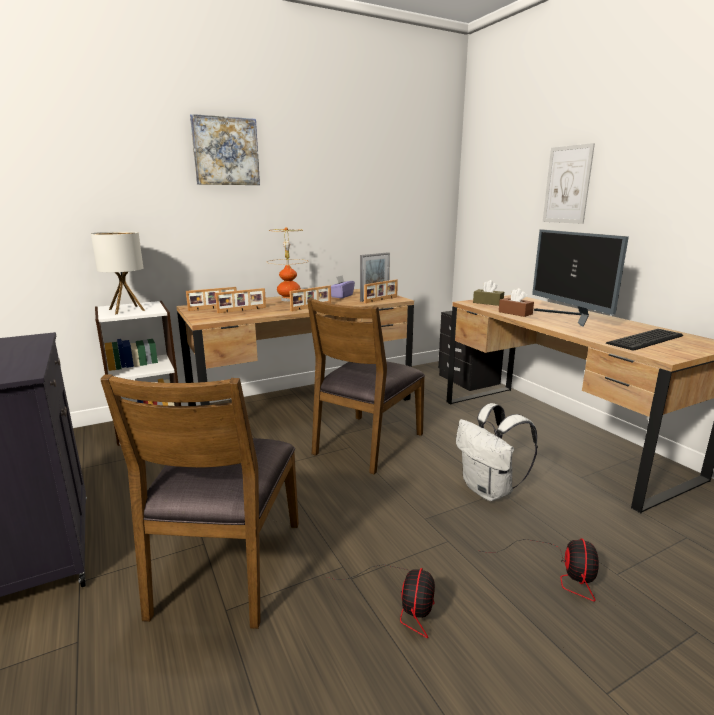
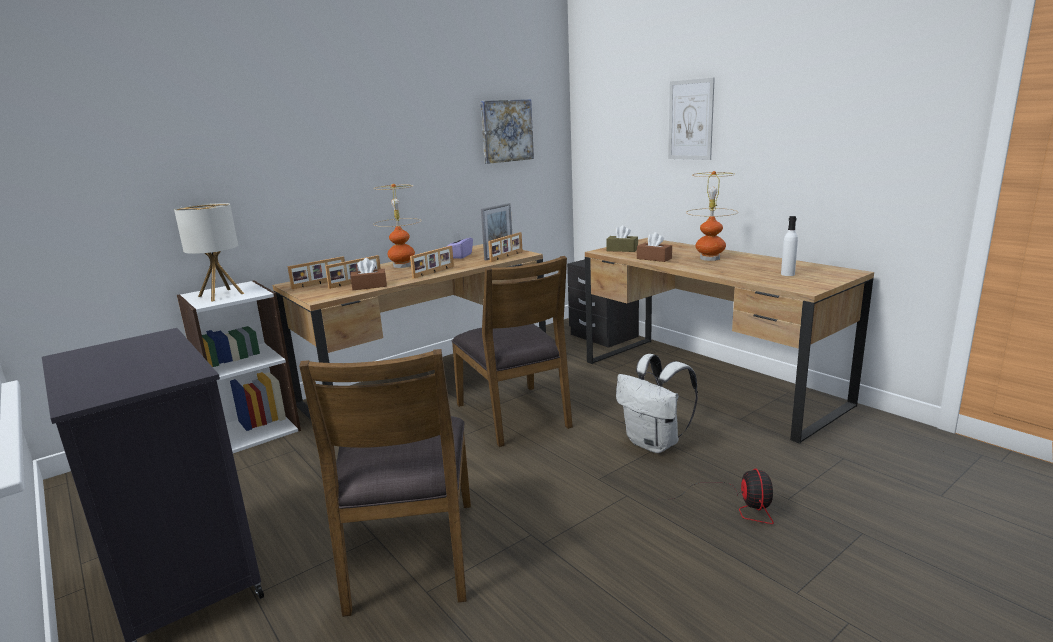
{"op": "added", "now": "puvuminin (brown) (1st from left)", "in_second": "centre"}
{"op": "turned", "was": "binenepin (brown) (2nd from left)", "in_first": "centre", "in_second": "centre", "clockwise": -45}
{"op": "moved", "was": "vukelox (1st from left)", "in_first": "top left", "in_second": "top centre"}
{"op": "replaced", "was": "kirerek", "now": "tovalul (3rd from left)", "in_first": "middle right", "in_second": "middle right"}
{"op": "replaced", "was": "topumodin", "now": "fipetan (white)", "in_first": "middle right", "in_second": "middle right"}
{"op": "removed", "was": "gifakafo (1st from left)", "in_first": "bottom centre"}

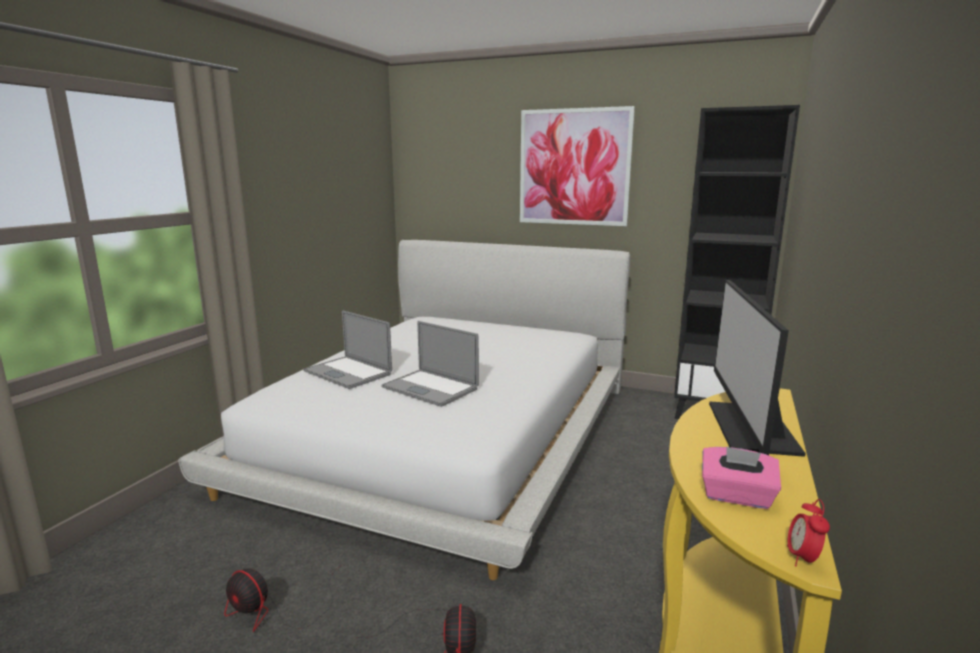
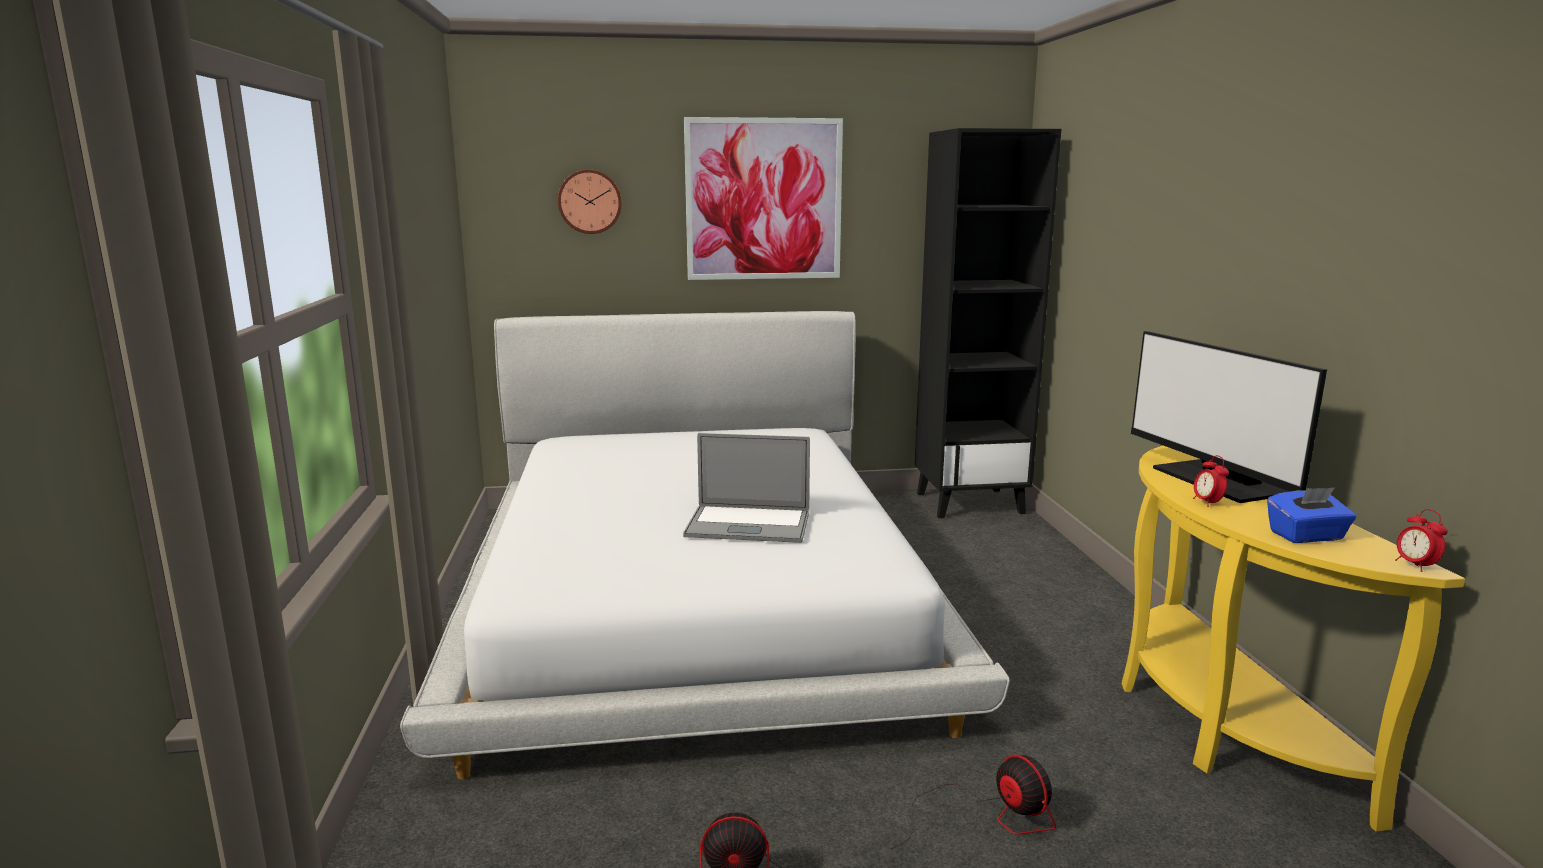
{"op": "added", "now": "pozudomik", "in_second": "top centre"}
{"op": "added", "now": "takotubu (1st from left)", "in_second": "middle right"}
{"op": "recoloured", "was": "puvuminin (pink)", "now": "puvuminin (blue)", "in_first": "bottom right", "in_second": "middle right"}
{"op": "removed", "was": "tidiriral (1st from left)", "in_first": "centre"}

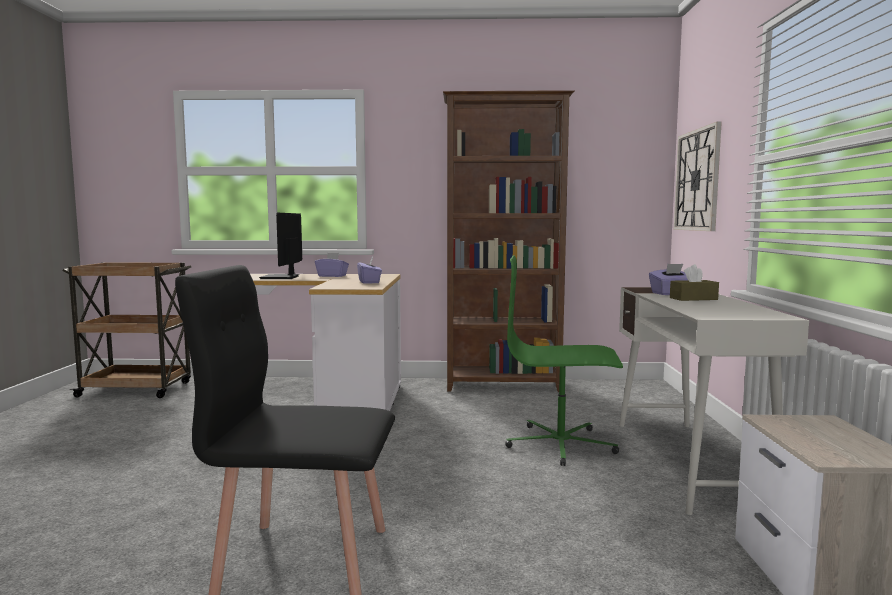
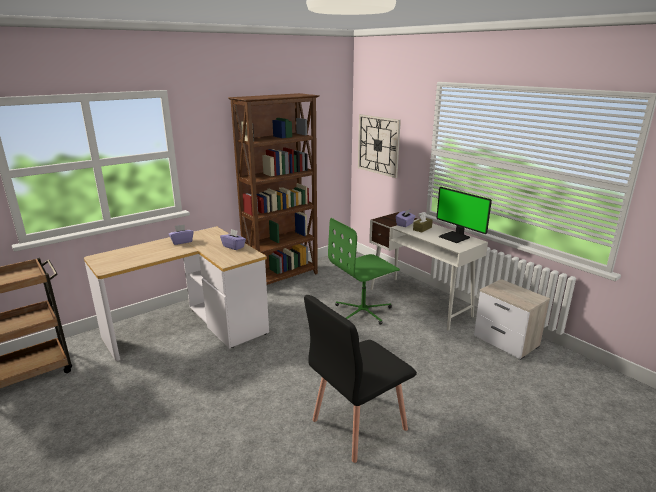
{"op": "moved", "was": "kirerek", "in_first": "middle left", "in_second": "middle right"}

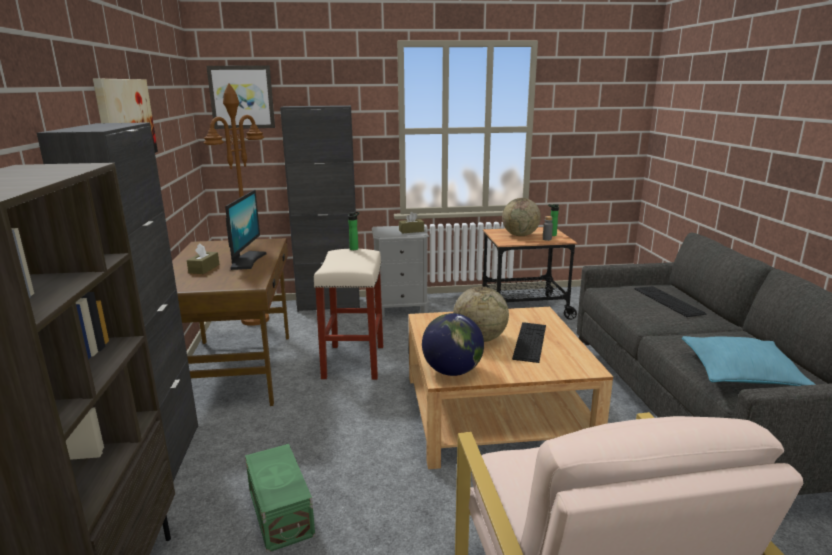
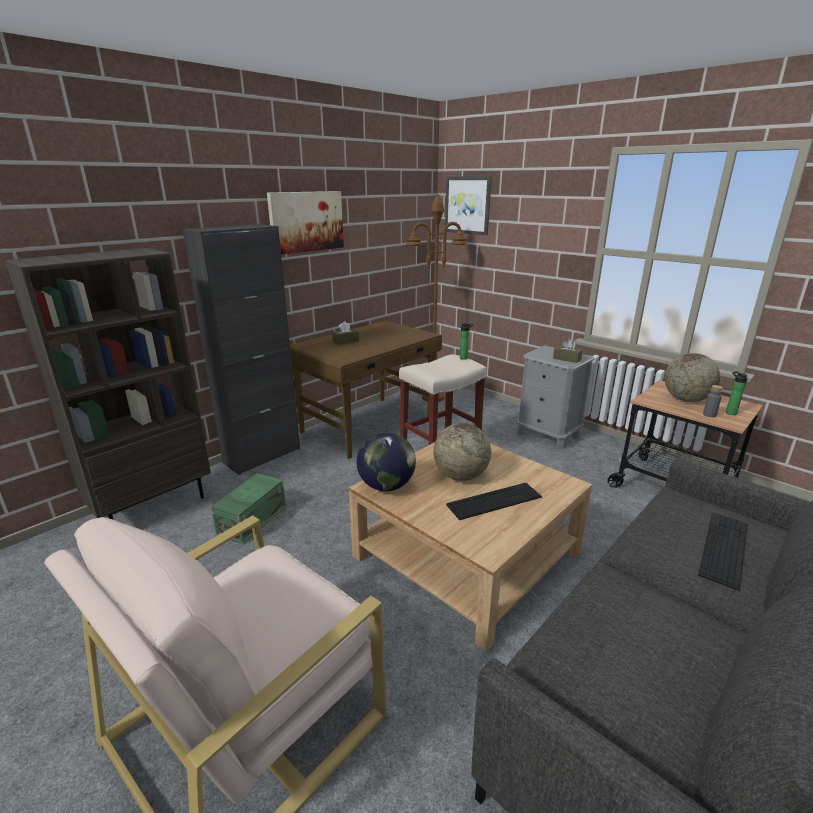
{"op": "removed", "was": "kirerek", "in_first": "middle left"}
{"op": "removed", "was": "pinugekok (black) (2nd from left)", "in_first": "centre"}
{"op": "removed", "was": "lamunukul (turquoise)", "in_first": "middle right"}

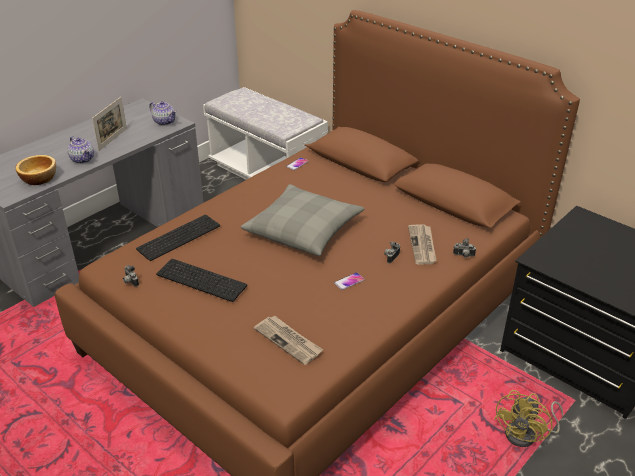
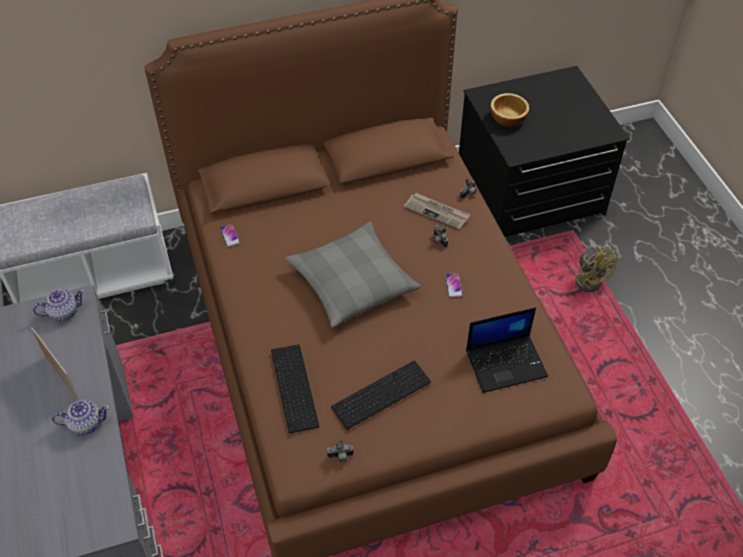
{"op": "replaced", "was": "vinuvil (1st from left)", "now": "tidiriral", "in_first": "bottom centre", "in_second": "middle right"}
{"op": "moved", "was": "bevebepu", "in_first": "middle left", "in_second": "top right"}

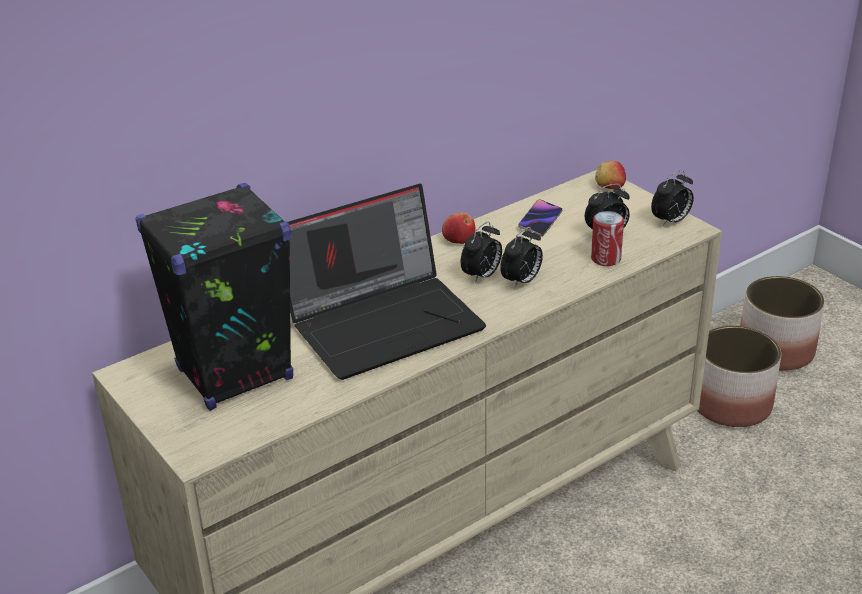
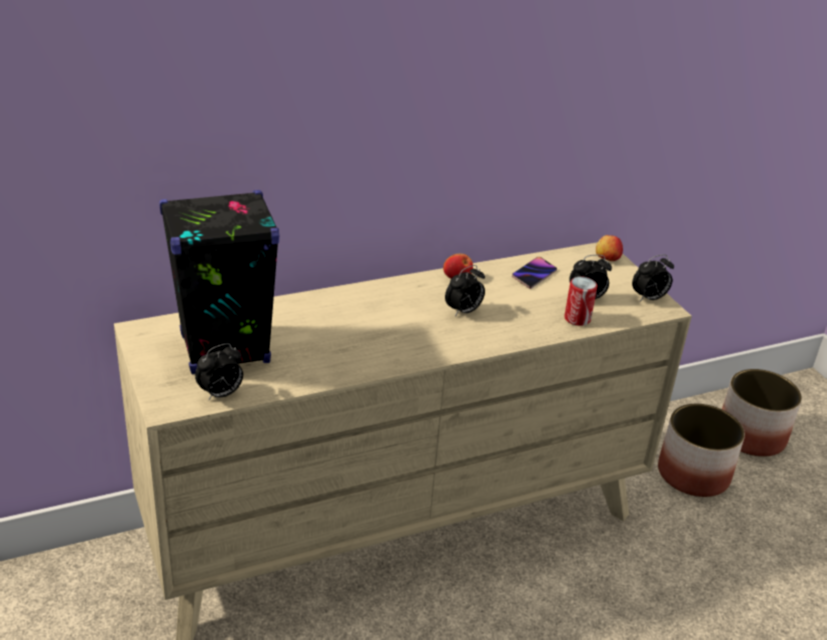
{"op": "moved", "was": "takotubu (2nd from left in the first image)", "now": "takotubu (1st from left)", "in_first": "centre", "in_second": "middle left"}
{"op": "removed", "was": "tidiriral", "in_first": "centre"}

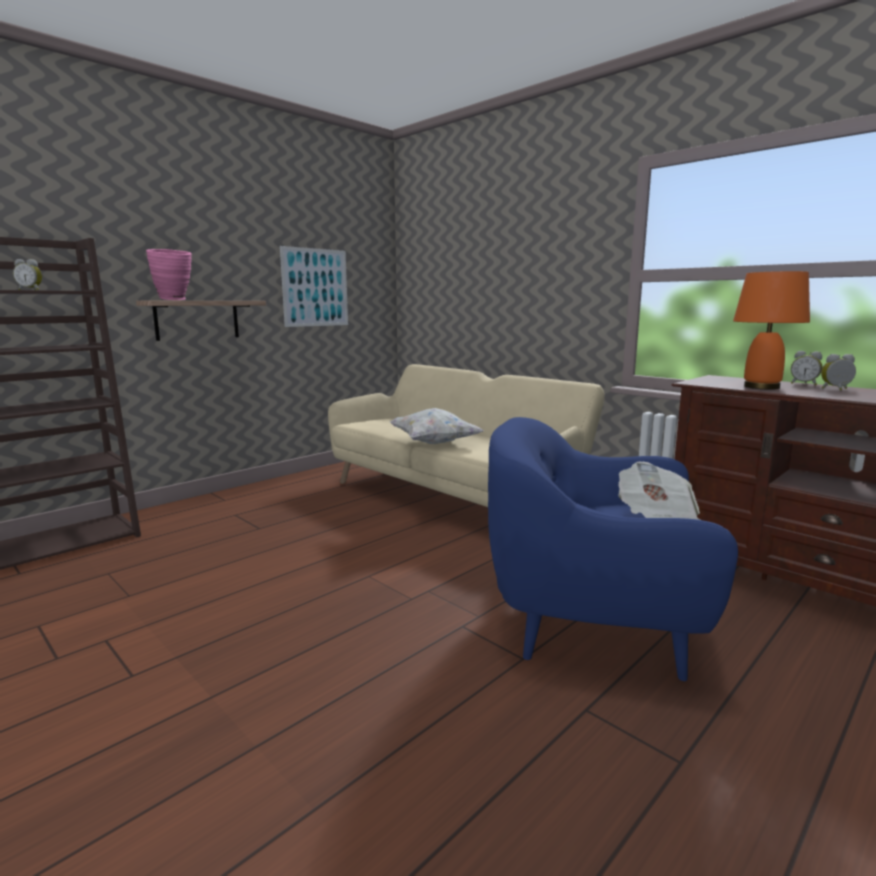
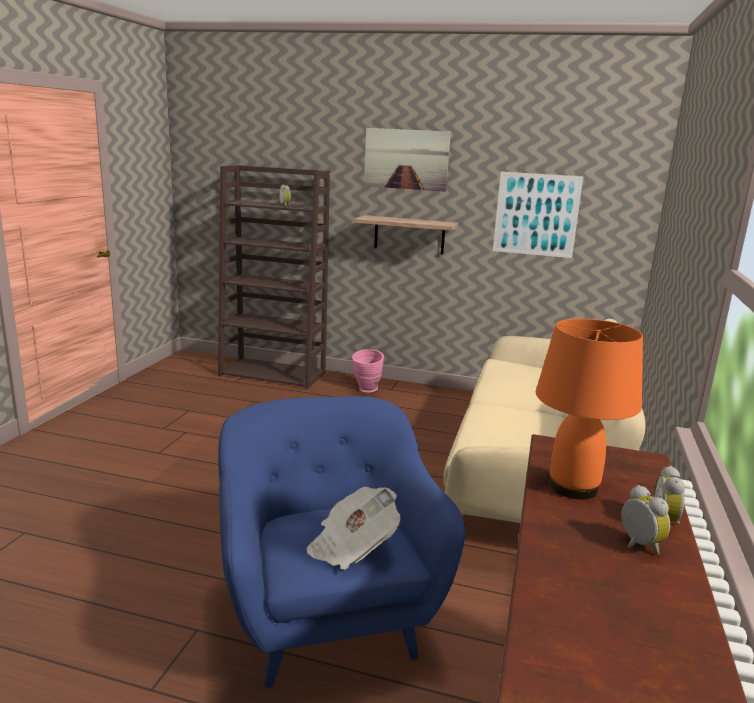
{"op": "moved", "was": "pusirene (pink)", "in_first": "top left", "in_second": "centre"}
{"op": "added", "now": "vukelox (1st from left)", "in_second": "top centre"}
{"op": "removed", "was": "lamunukul (white)", "in_first": "centre"}

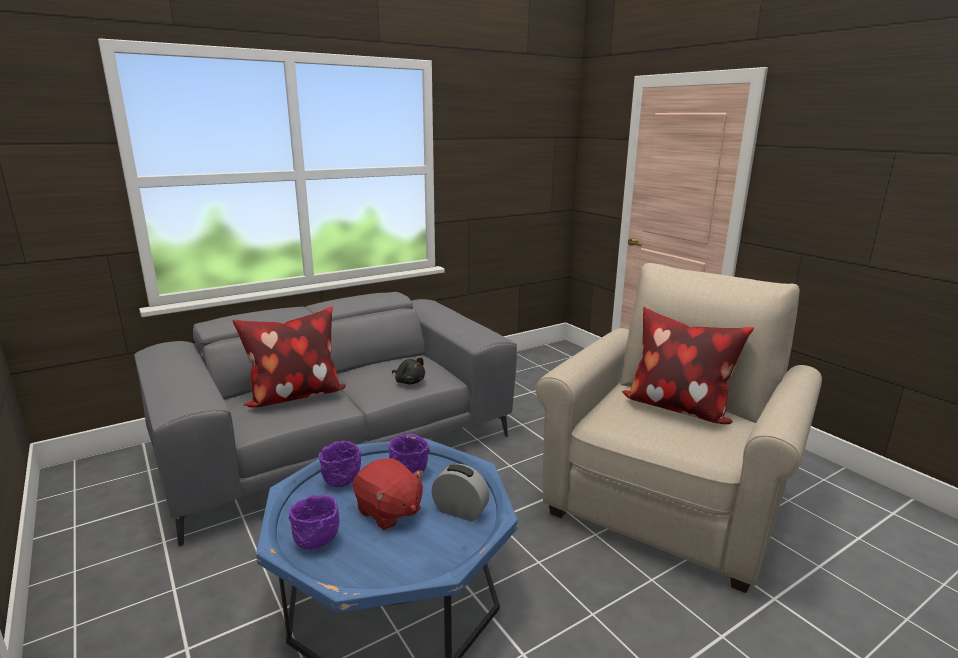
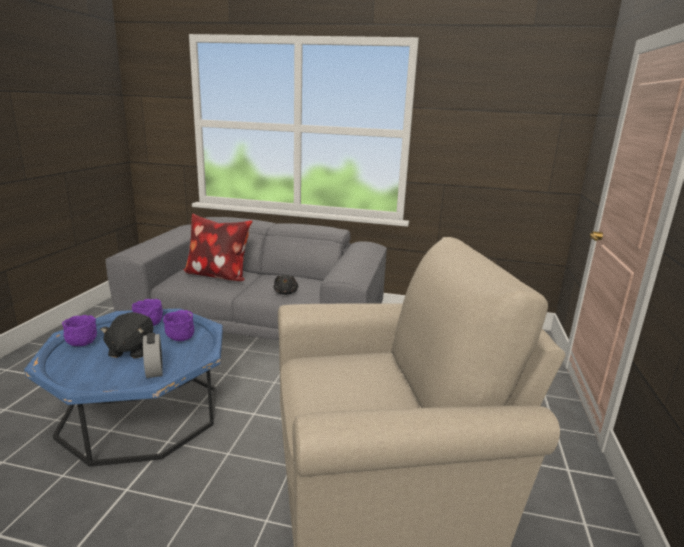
{"op": "recoloured", "was": "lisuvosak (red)", "now": "lisuvosak (black) (1st from left)", "in_first": "bottom centre", "in_second": "middle left"}
{"op": "removed", "was": "lamunukul (2nd from left)", "in_first": "middle right"}

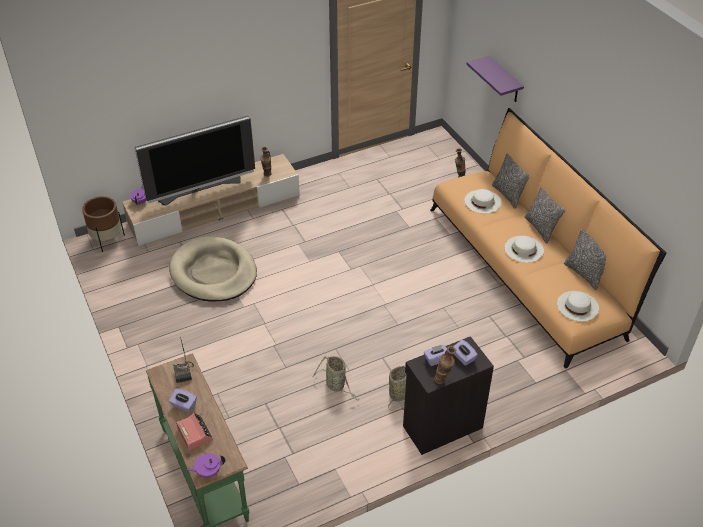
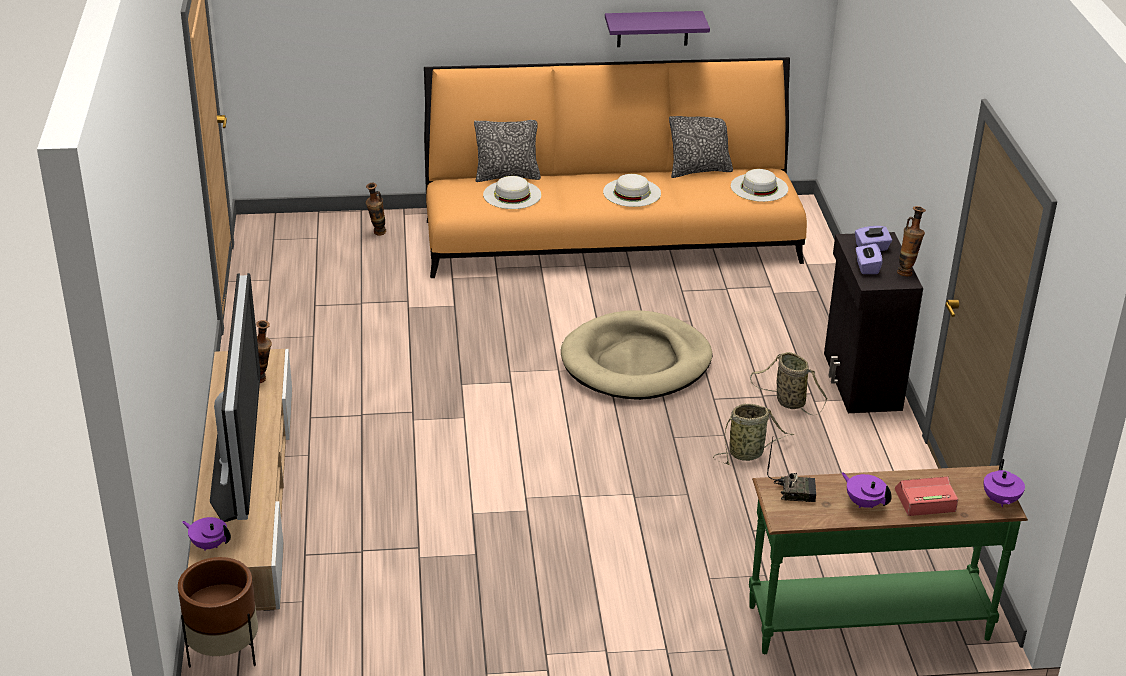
{"op": "moved", "was": "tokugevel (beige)", "in_first": "middle left", "in_second": "centre"}
{"op": "moved", "was": "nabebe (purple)", "in_first": "top right", "in_second": "top centre"}
{"op": "replaced", "was": "puvuminin (purple) (1st from left)", "now": "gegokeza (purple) (2nd from left)", "in_first": "bottom left", "in_second": "bottom right"}
{"op": "removed", "was": "lamunukul (2nd from left)", "in_first": "middle right"}

